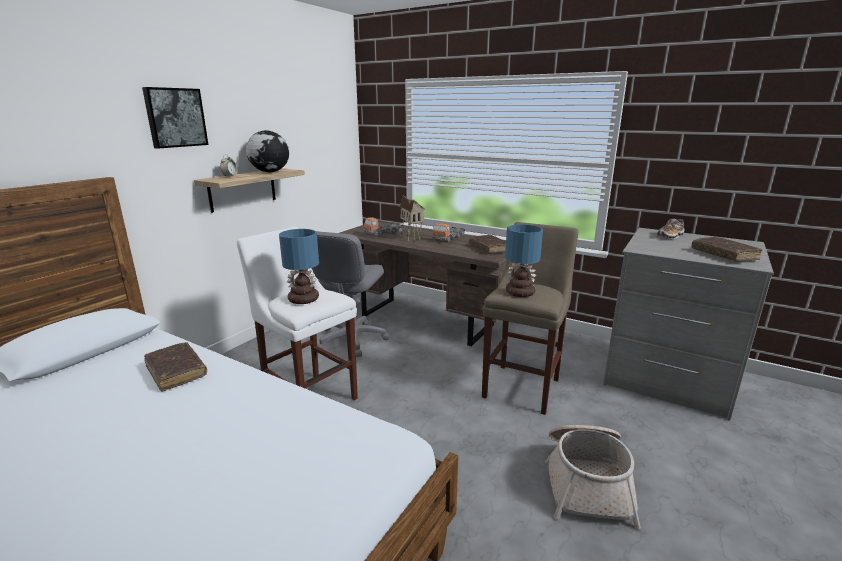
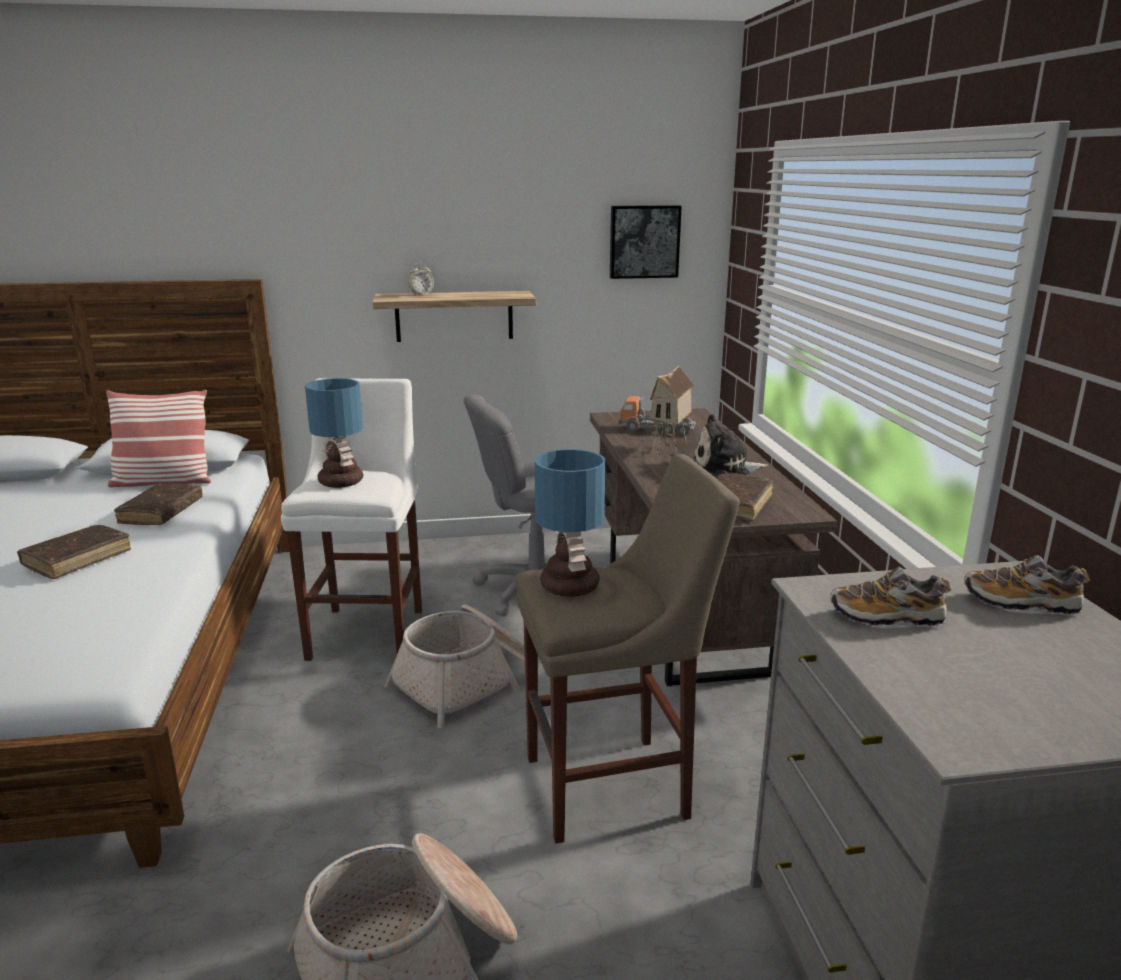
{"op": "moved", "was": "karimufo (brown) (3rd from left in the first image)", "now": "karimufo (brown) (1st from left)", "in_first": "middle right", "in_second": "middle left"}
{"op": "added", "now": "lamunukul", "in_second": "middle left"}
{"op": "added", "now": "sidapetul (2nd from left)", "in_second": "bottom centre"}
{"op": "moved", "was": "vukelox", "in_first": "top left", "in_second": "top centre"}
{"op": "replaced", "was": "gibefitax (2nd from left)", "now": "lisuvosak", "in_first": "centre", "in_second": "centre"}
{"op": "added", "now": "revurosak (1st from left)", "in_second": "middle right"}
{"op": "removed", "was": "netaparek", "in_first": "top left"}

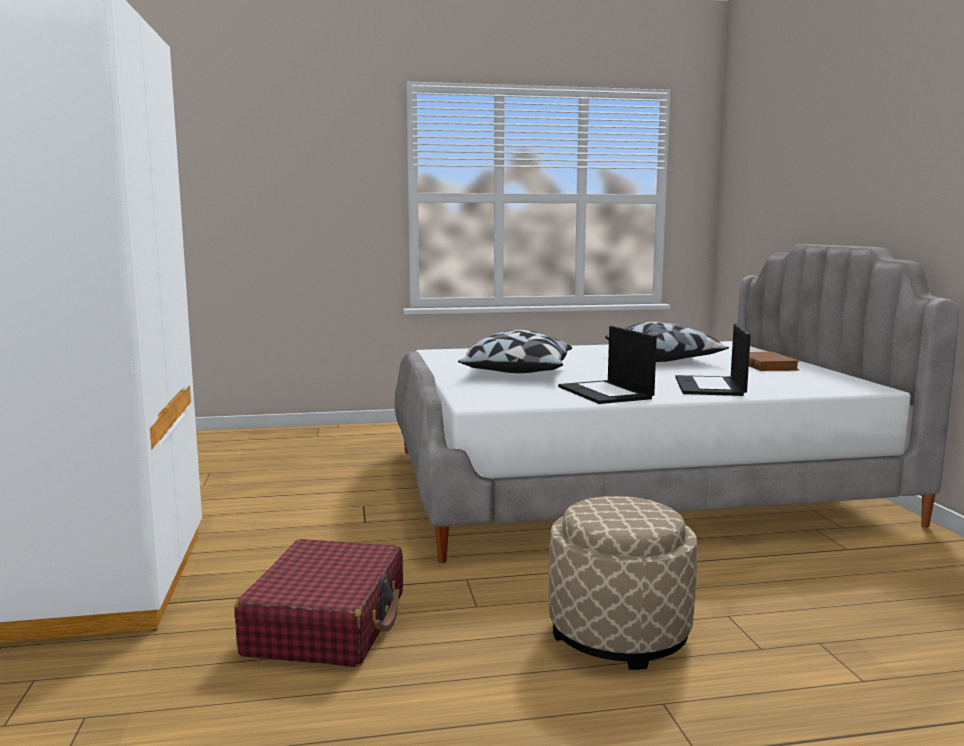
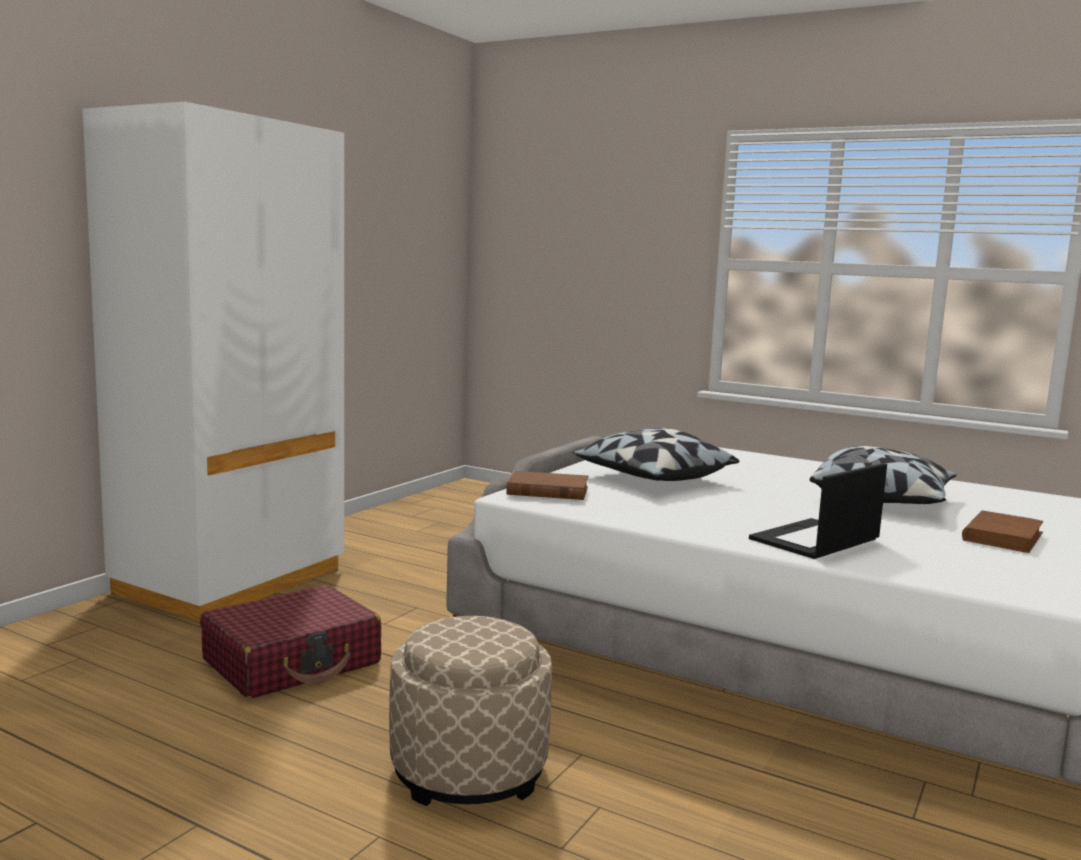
{"op": "added", "now": "karimufo (brown) (1st from left)", "in_second": "centre"}
{"op": "removed", "was": "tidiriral (1st from left)", "in_first": "centre"}

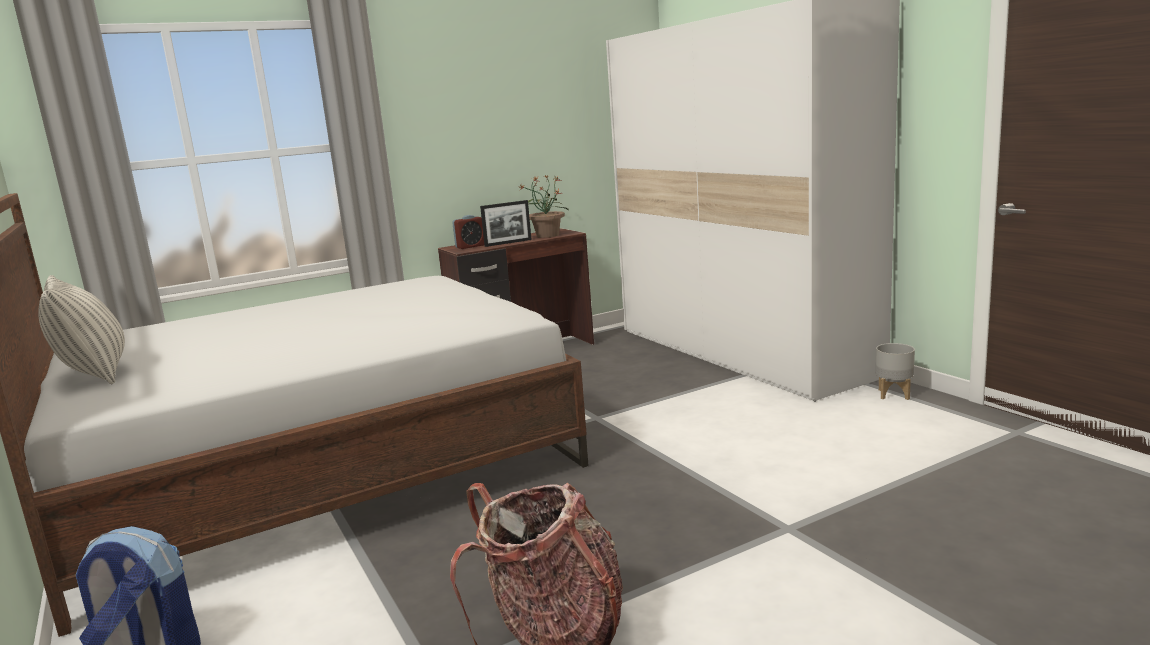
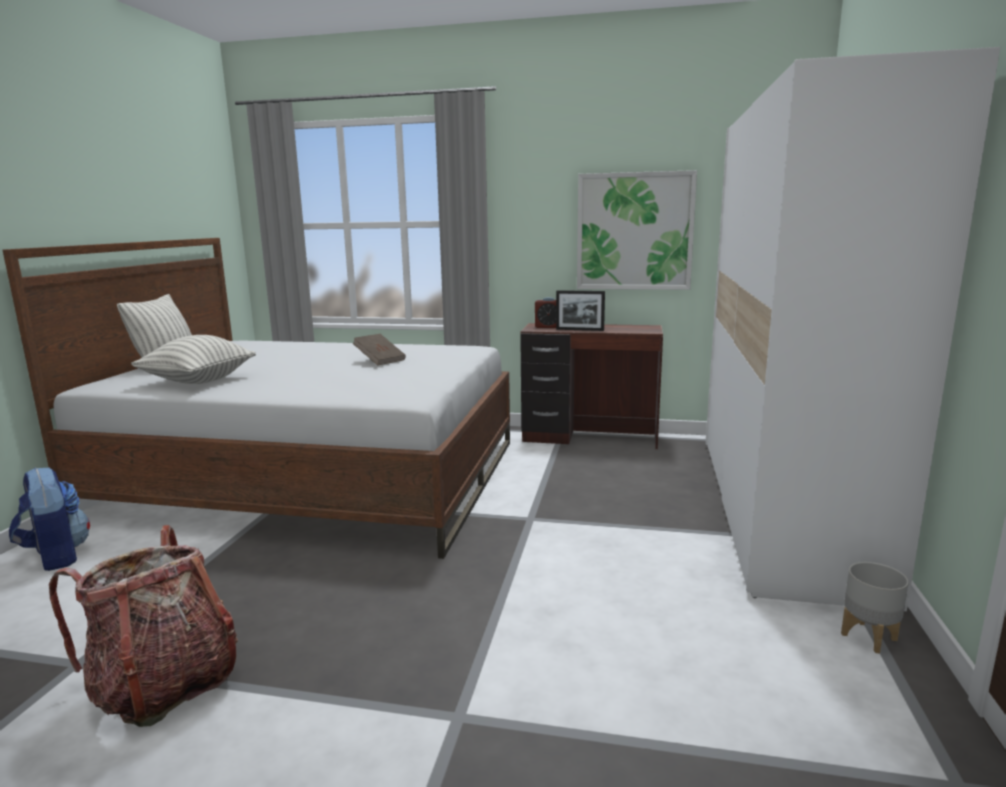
{"op": "added", "now": "lamunukul (2nd from left)", "in_second": "middle left"}
{"op": "added", "now": "karimufo (brown)", "in_second": "centre"}
{"op": "added", "now": "vukelox", "in_second": "top centre"}
{"op": "removed", "was": "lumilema", "in_first": "top centre"}

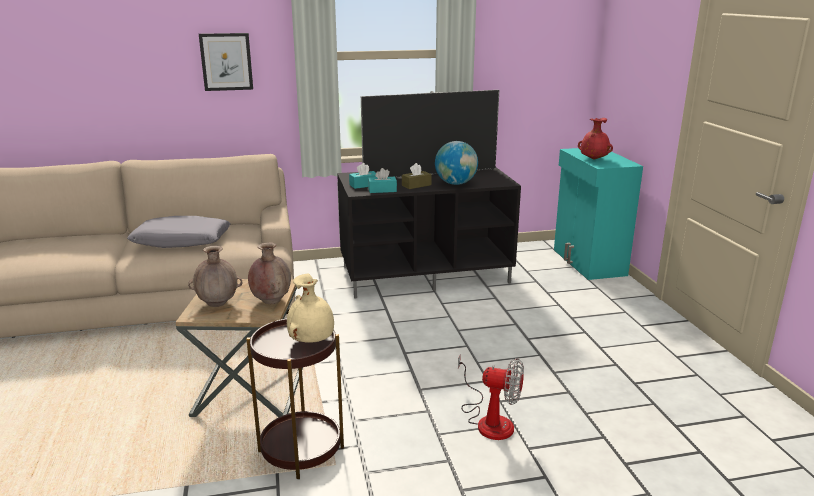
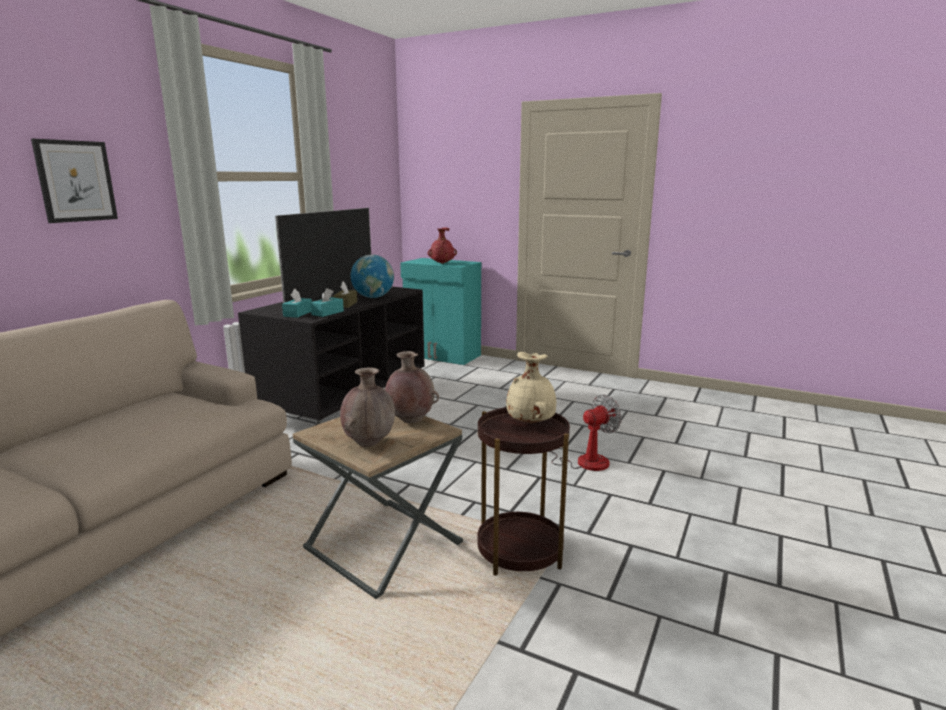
{"op": "removed", "was": "lamunukul (grey)", "in_first": "middle left"}

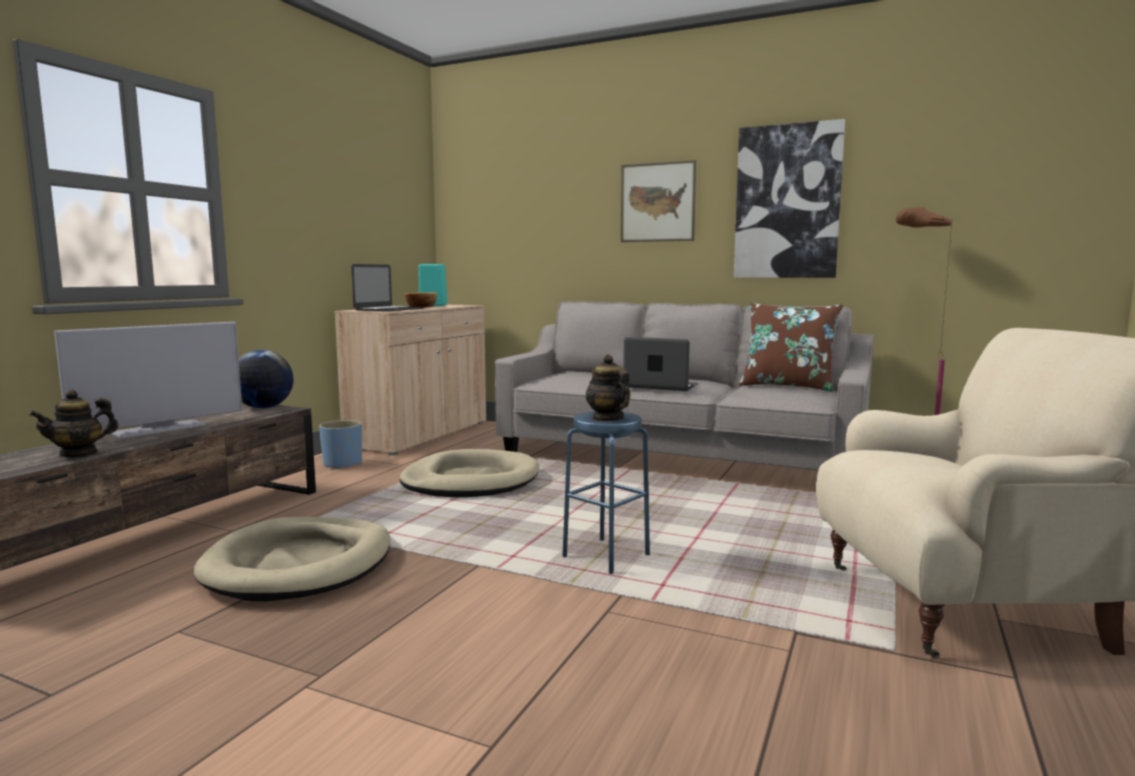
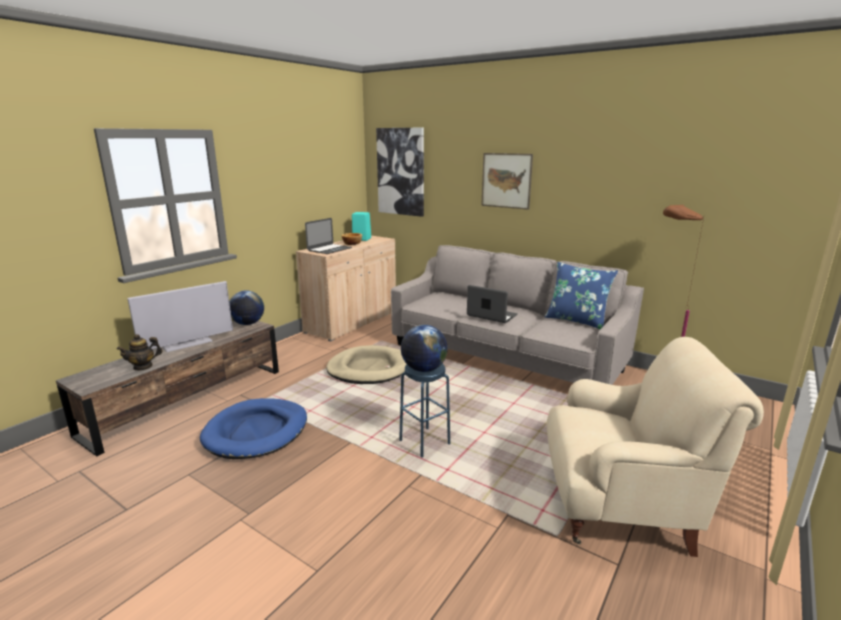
{"op": "recoloured", "was": "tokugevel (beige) (1st from left)", "now": "tokugevel (blue)", "in_first": "bottom left", "in_second": "bottom left"}
{"op": "moved", "was": "vukelox (2nd from left in the first image)", "now": "vukelox (1st from left)", "in_first": "top right", "in_second": "top centre"}
{"op": "replaced", "was": "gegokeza (2nd from left)", "now": "netaparek (2nd from left)", "in_first": "centre", "in_second": "centre"}
{"op": "recoloured", "was": "lamunukul (brown)", "now": "lamunukul (blue)", "in_first": "middle right", "in_second": "middle right"}
{"op": "removed", "was": "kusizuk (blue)", "in_first": "middle left"}

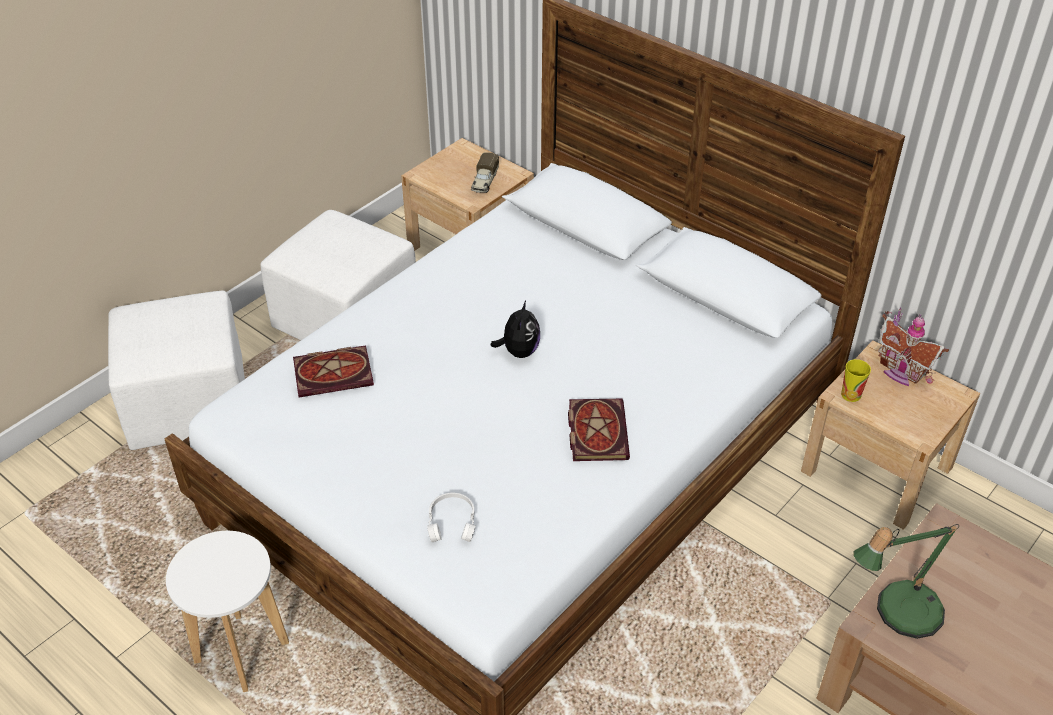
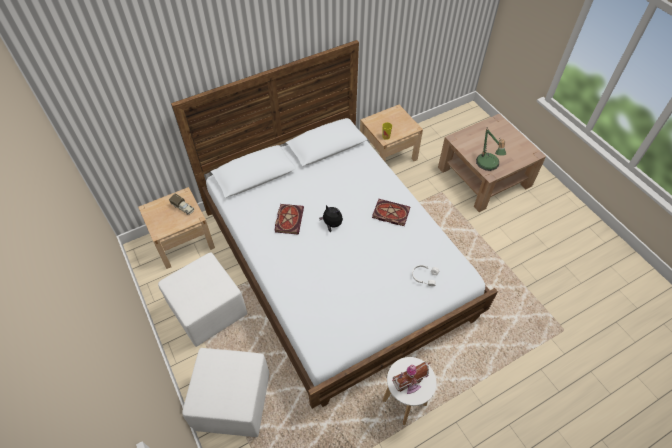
{"op": "moved", "was": "karimufo (1st from left)", "in_first": "middle left", "in_second": "centre"}
{"op": "moved", "was": "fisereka", "in_first": "middle right", "in_second": "bottom centre"}

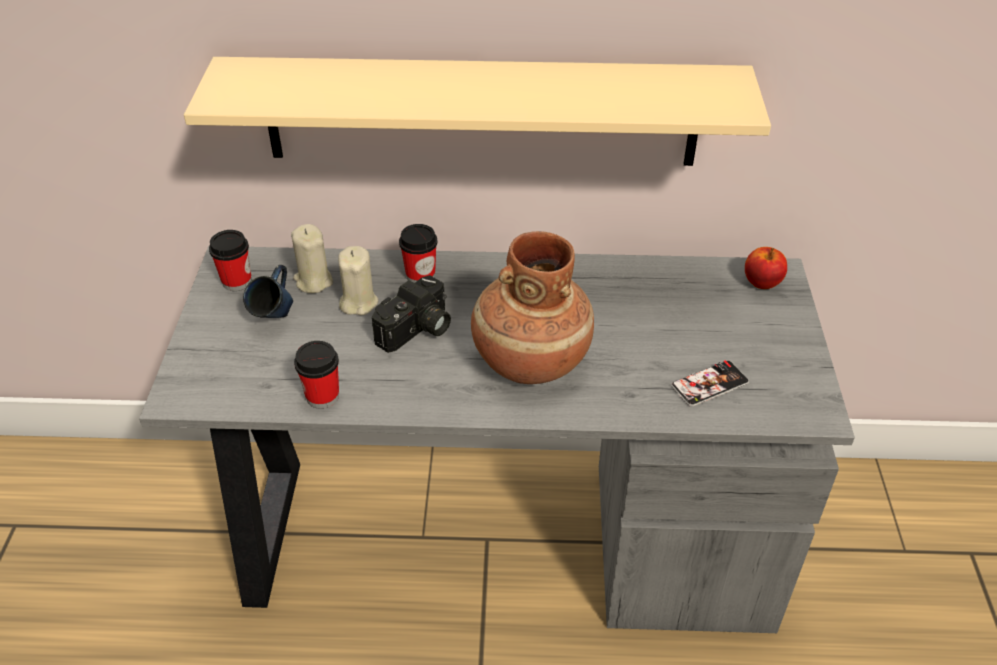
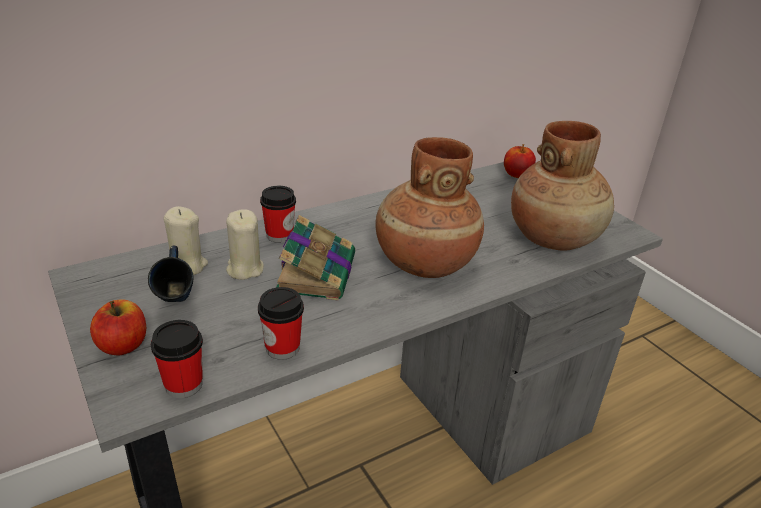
{"op": "added", "now": "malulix (1st from left)", "in_second": "middle left"}
{"op": "moved", "was": "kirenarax (1st from left)", "in_first": "middle left", "in_second": "bottom left"}
{"op": "replaced", "was": "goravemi", "now": "karimufo", "in_first": "centre", "in_second": "centre"}
{"op": "replaced", "was": "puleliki", "now": "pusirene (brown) (2nd from left)", "in_first": "middle right", "in_second": "middle right"}
{"op": "removed", "was": "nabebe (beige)", "in_first": "top centre"}

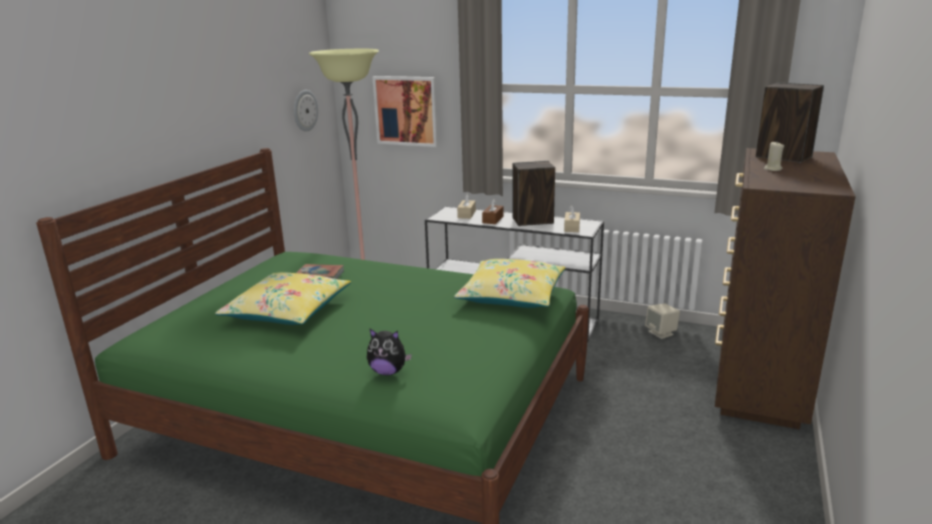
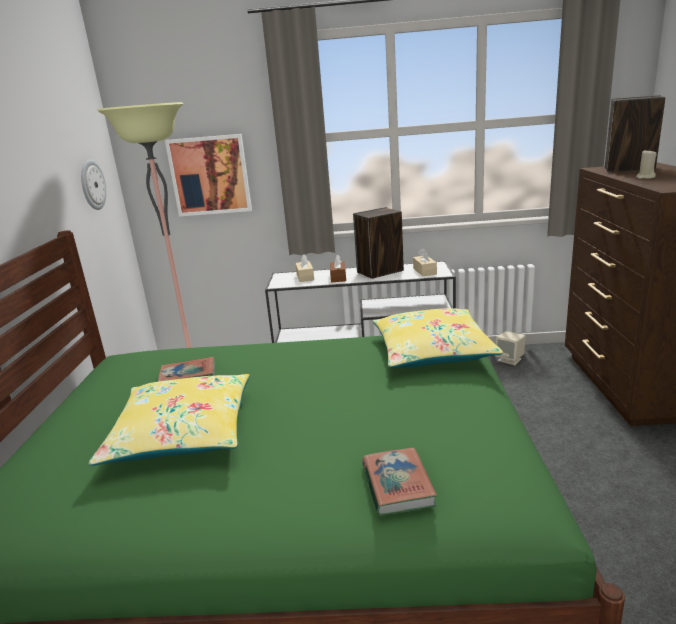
{"op": "replaced", "was": "lisuvosak", "now": "karimufo (2nd from left)", "in_first": "bottom centre", "in_second": "bottom centre"}

